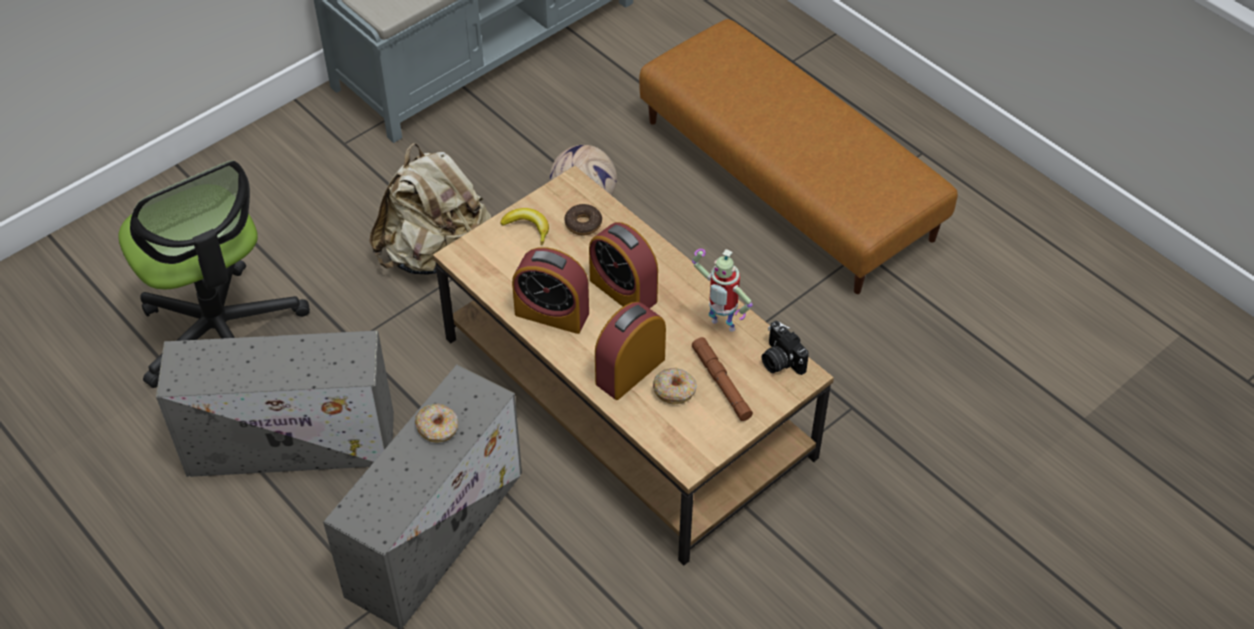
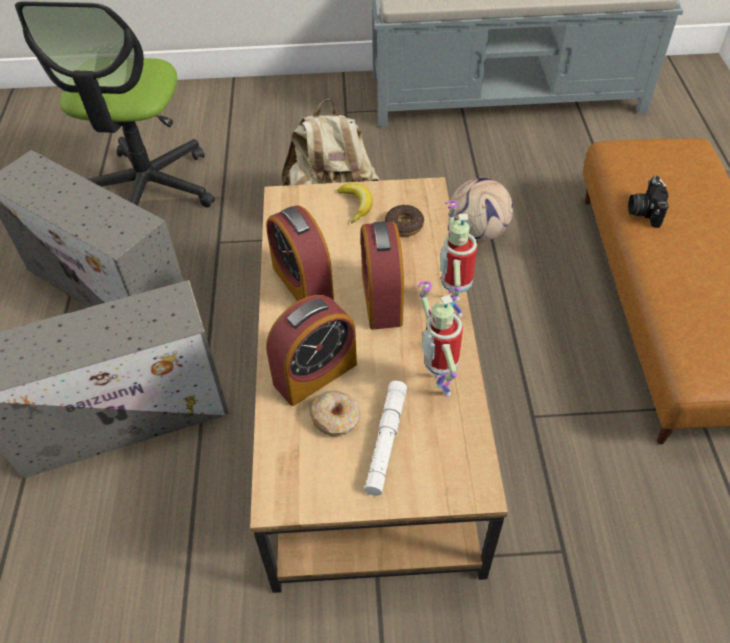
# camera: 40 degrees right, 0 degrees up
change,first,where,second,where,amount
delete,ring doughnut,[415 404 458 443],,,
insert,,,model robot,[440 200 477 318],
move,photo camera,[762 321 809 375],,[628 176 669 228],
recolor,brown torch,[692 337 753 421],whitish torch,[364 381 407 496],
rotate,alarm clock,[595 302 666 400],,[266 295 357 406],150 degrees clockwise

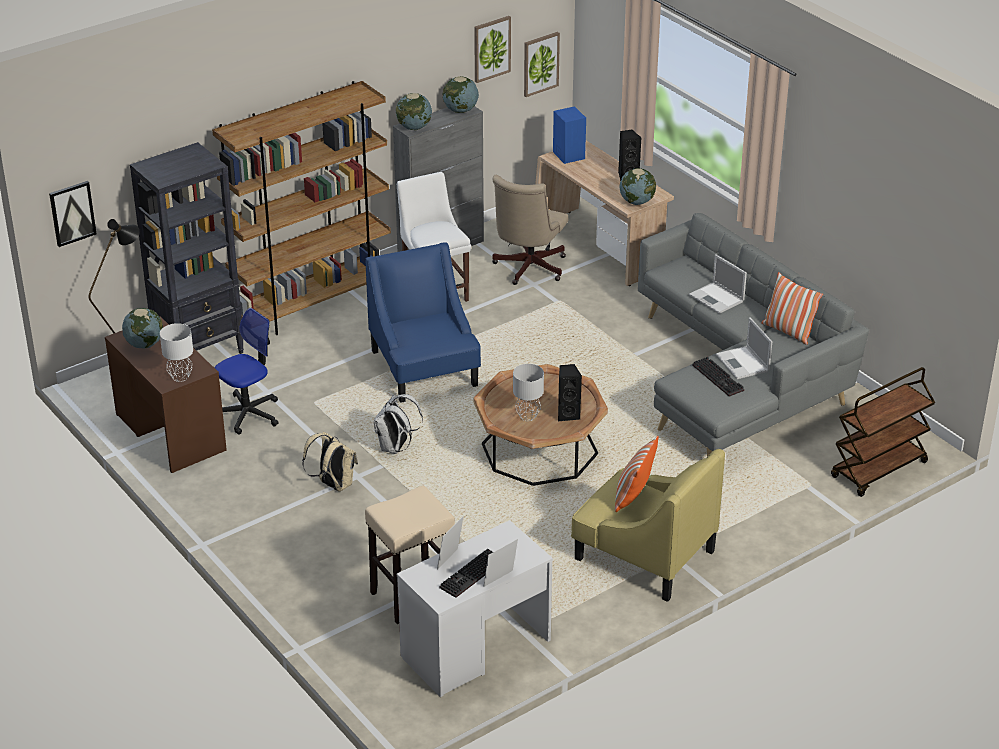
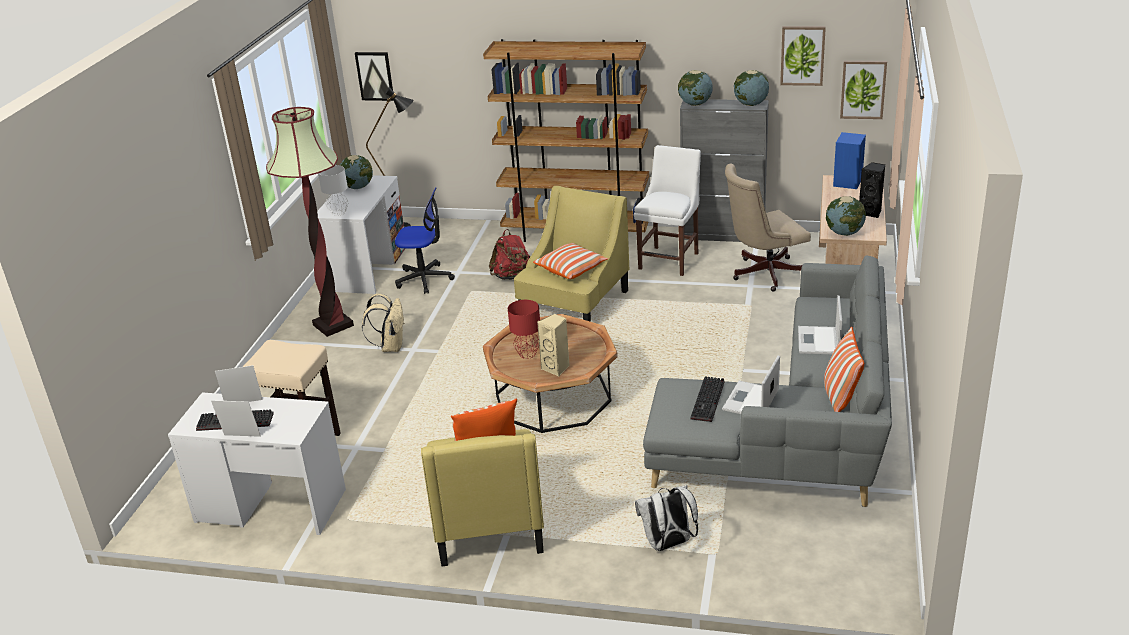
# camera: 50 degrees right, 5 degrees down
change,first,where,second,where,amount
delete,blackish bookcase,[130 142 244 354],,,
delete,brown wheeled cart,[831 367 935 497],,,
insert,,,standard lamp,[266 107 354 337],
insert,,,reddish backpack,[489 229 531 280],
insert,,,cushion,[533 243 608 279],
move,whitish backpack,[374 394 423 454],,[635 485 698 551],
recolor,brown desk,[105 316 227 473],whitish desk,[317 175 406 294],
recolor,bluish lounge chair,[365 242 481 403],yellow-coloured lounge chair,[514 186 629 322],
recolor,gray tabletop lamp,[513 364 544 421],reddish tabletop lamp,[508 300 540 359],
recolor,blackish loudspeaker,[558 364 582 421],beige loudspeaker,[537 314 570 377],

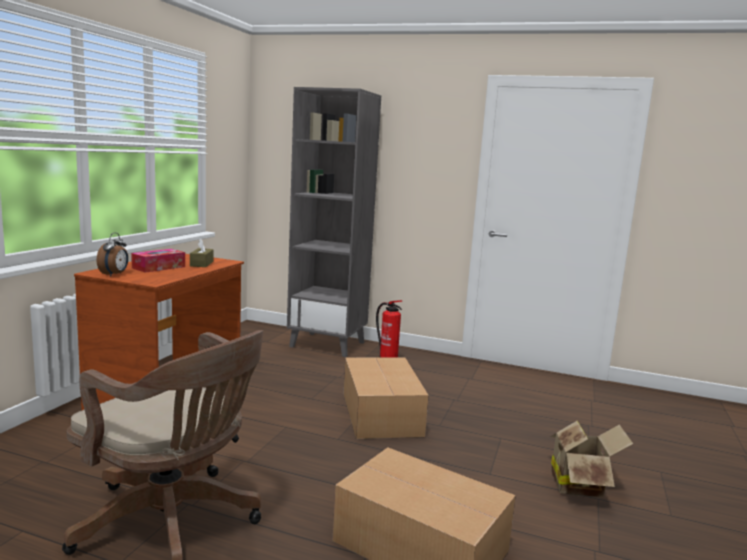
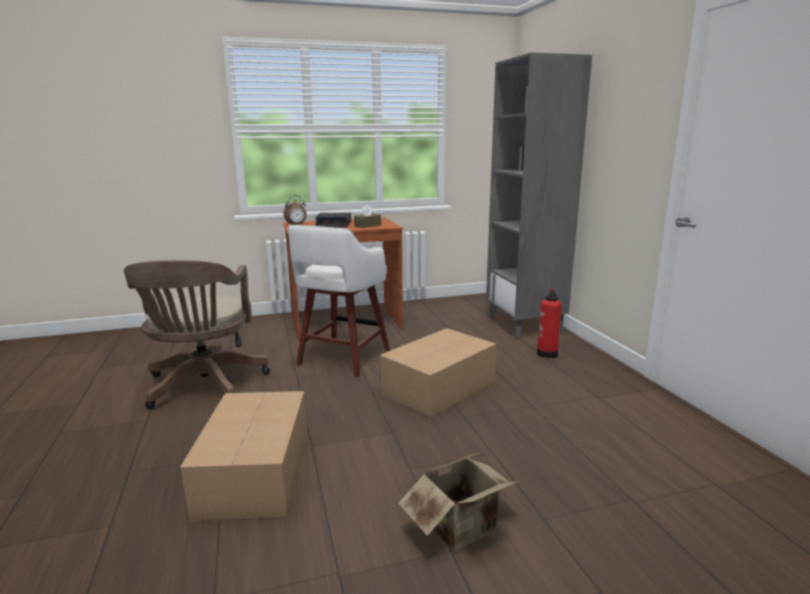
# camera: 55 degrees right, 5 degrees up
change,first,where,second,where,amount
insert,,,whitish stool,[288 225 390 377],
replace,tissue holder,[131 249 185 273],alarm clock,[316 212 351 227],

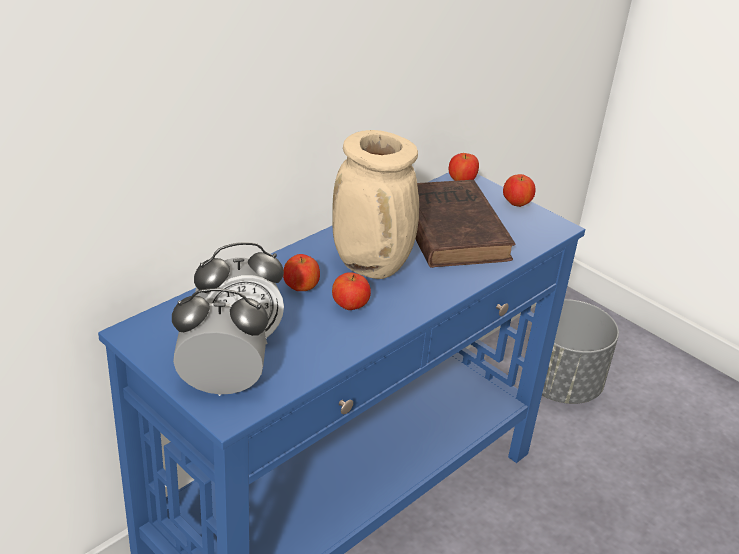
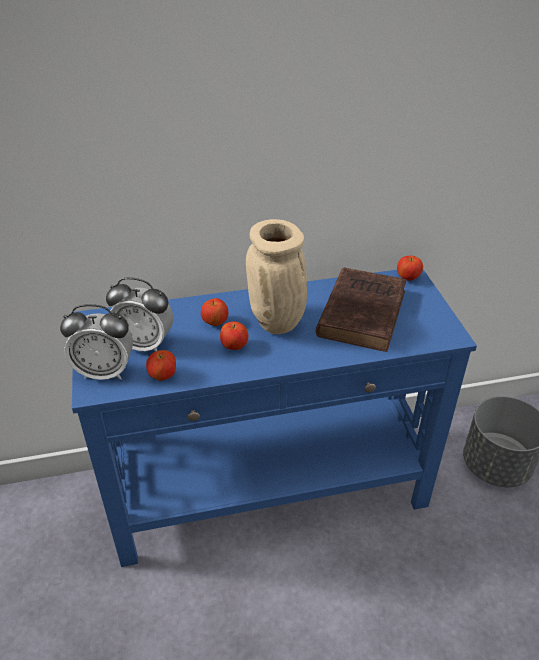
# camera: 35 degrees right, 5 degrees up
change,first,where,second,where,amount
move,apple fruit,[503 174 536 207],,[146 350 176 381],
rotate,alarm clock,[172 288 268 396],,[60 304 133 380],150 degrees clockwise

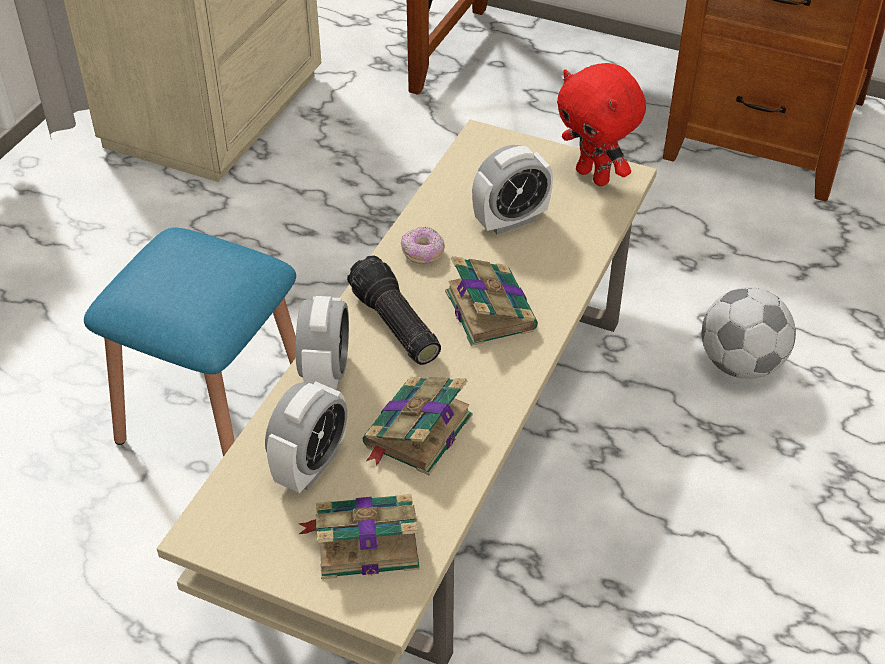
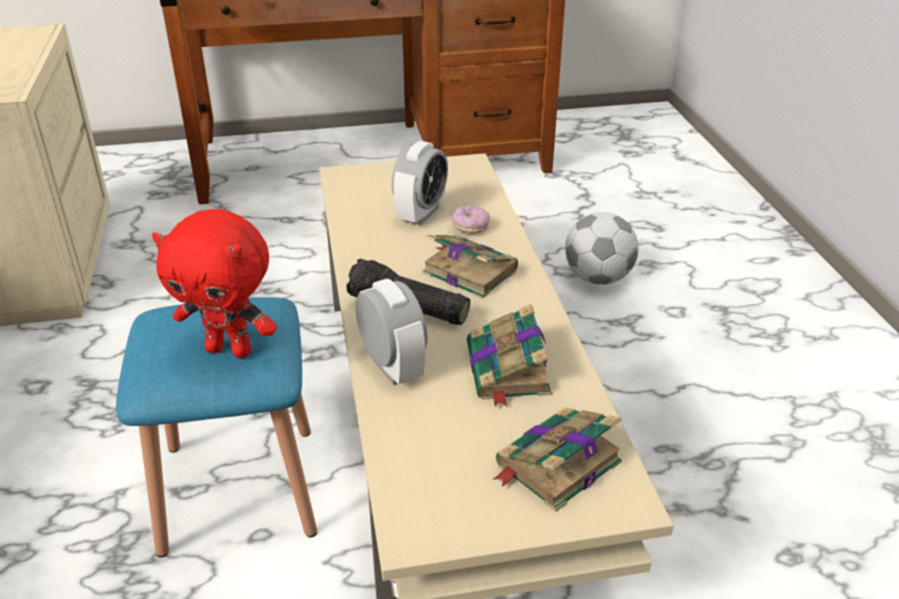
# camera: 35 degrees left, 10 degrees down
change,first,where,second,where,amount
delete,alarm clock,[265 381 347 493],,,
move,ring doughnut,[401 227 445 264],,[451 205 490 234],
move,reddish plush toy,[557 63 646 186],,[152 209 277 358],

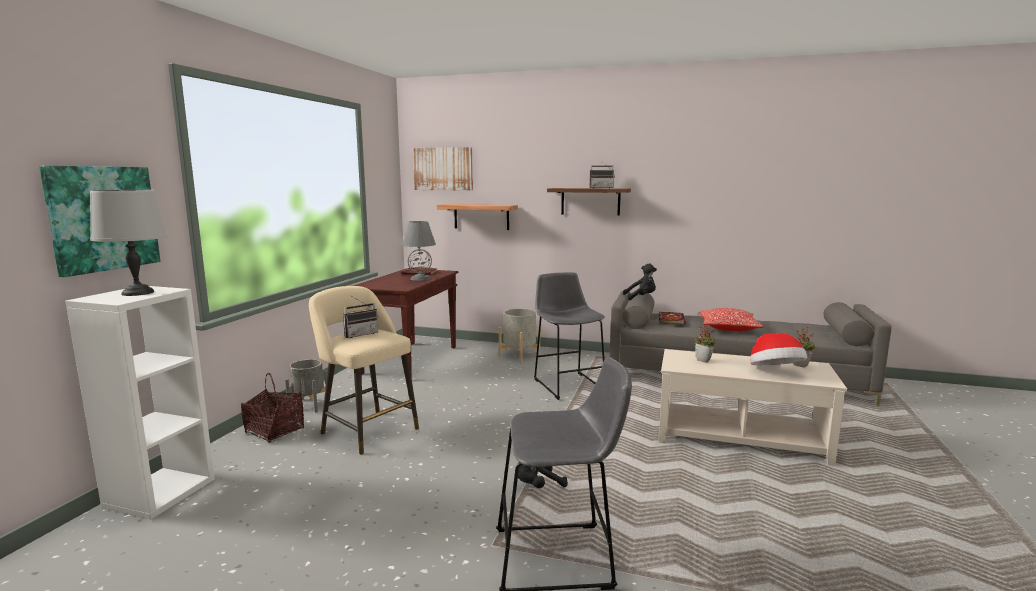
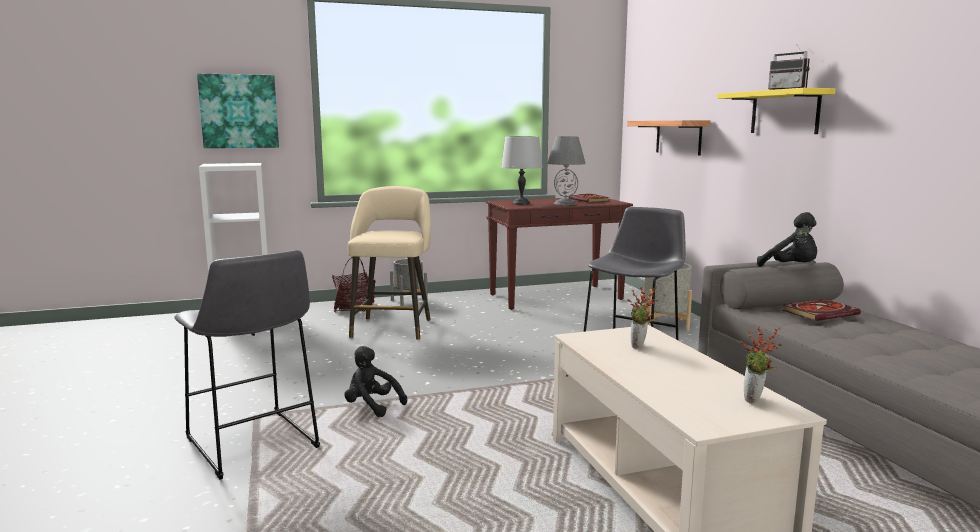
# camera: 55 degrees right, 0 degrees up
change,first,where,second,where,amount
delete,radio,[343 296 378 338],,,
delete,wall art,[413 147 473 191],,,
delete,cushion,[699 308 763 331],,,
delete,hat,[750 333 807 365],,,
move,gray tabletop lamp,[90 190 168 296],,[501 136 543 205],
recolor,brown bracket shelf,[547 188 631 216],yellow-coloured bracket shelf,[717 88 835 134],

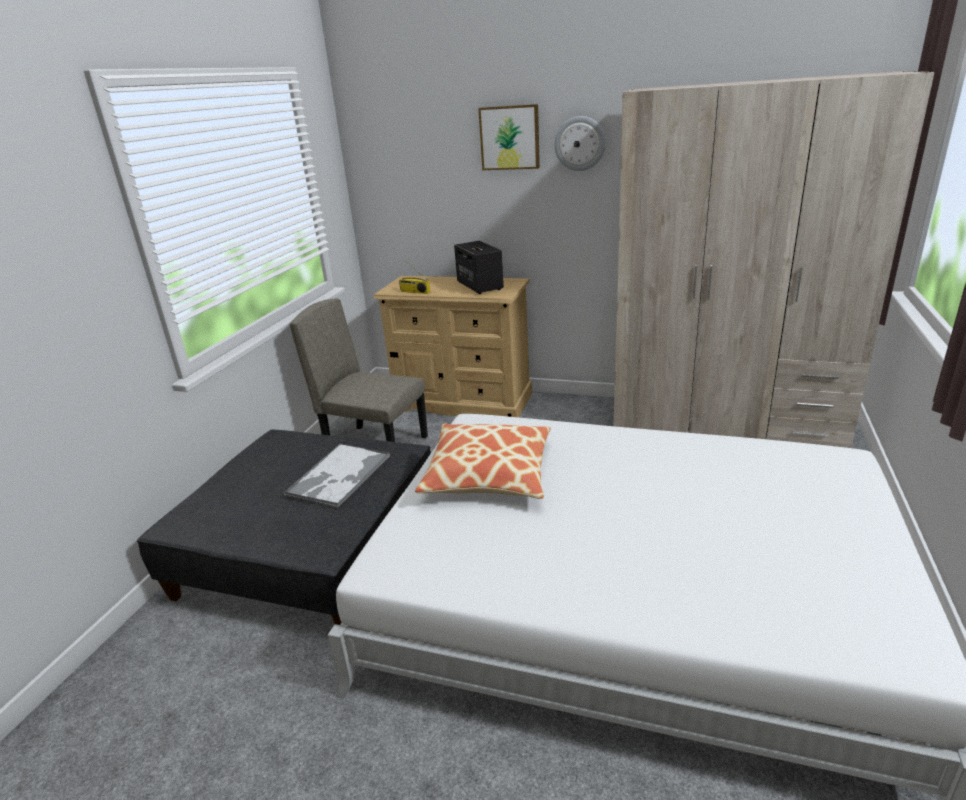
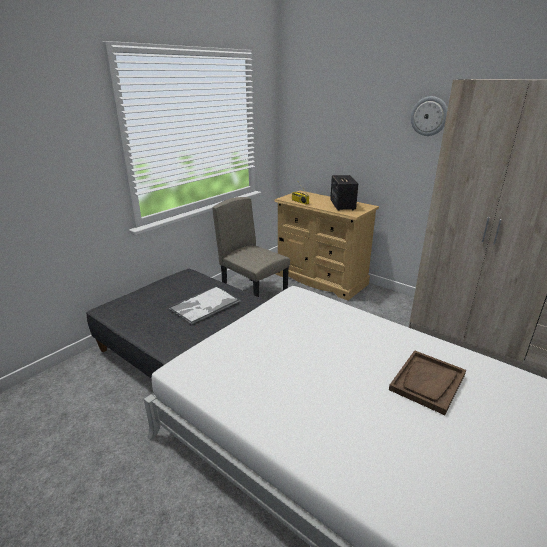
# camera: 20 degrees right, 0 degrees up
change,first,where,second,where,amount
delete,cushion,[415 424 551 499],,,
delete,wall art,[478 104 540 170],,,
insert,,,brown serving tray,[389 350 466 415],

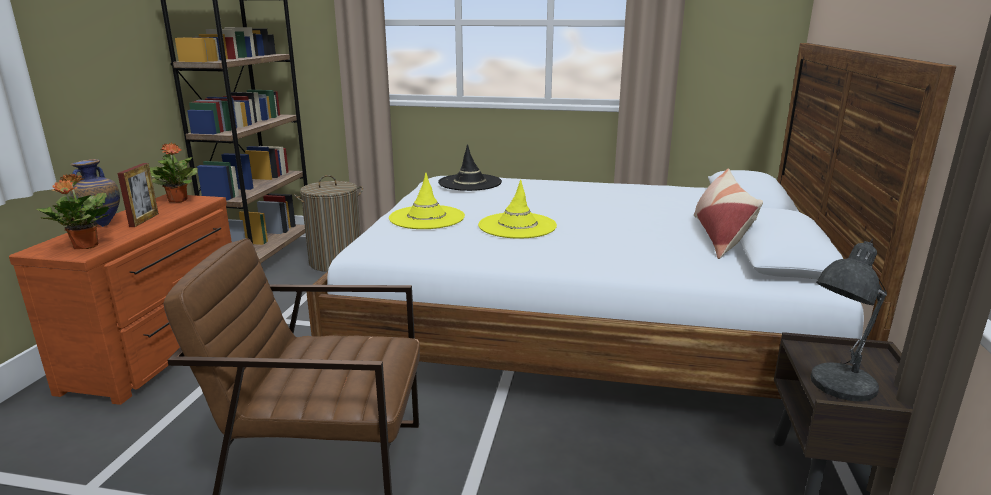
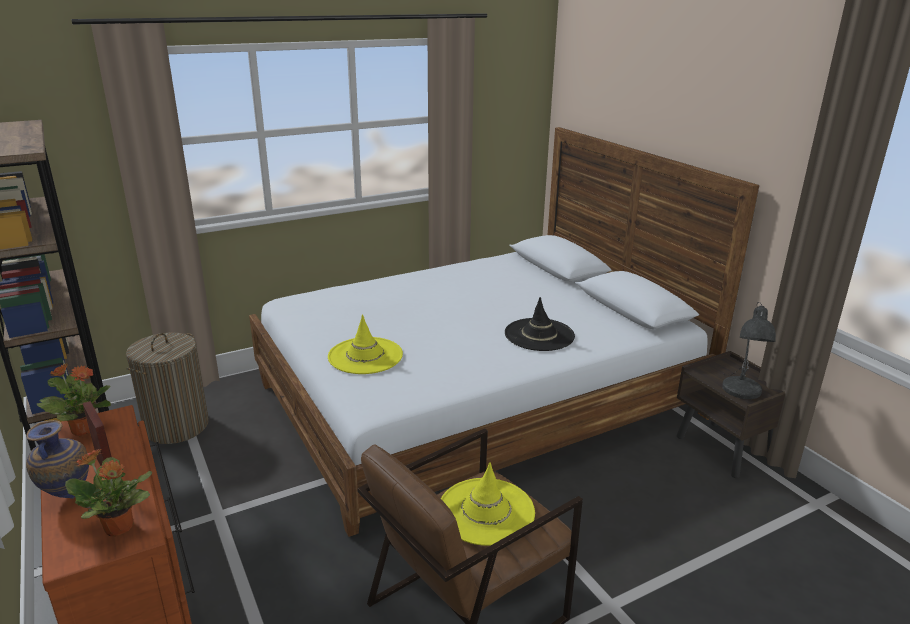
# camera: 40 degrees left, 5 degrees up
change,first,where,second,where,amount
delete,cushion,[694 169 763 259],,,
move,blackish hat,[438 144 502 191],,[505 297 575 351],
move,yellow-coloured hat,[478 180 557 239],,[441 462 535 546],

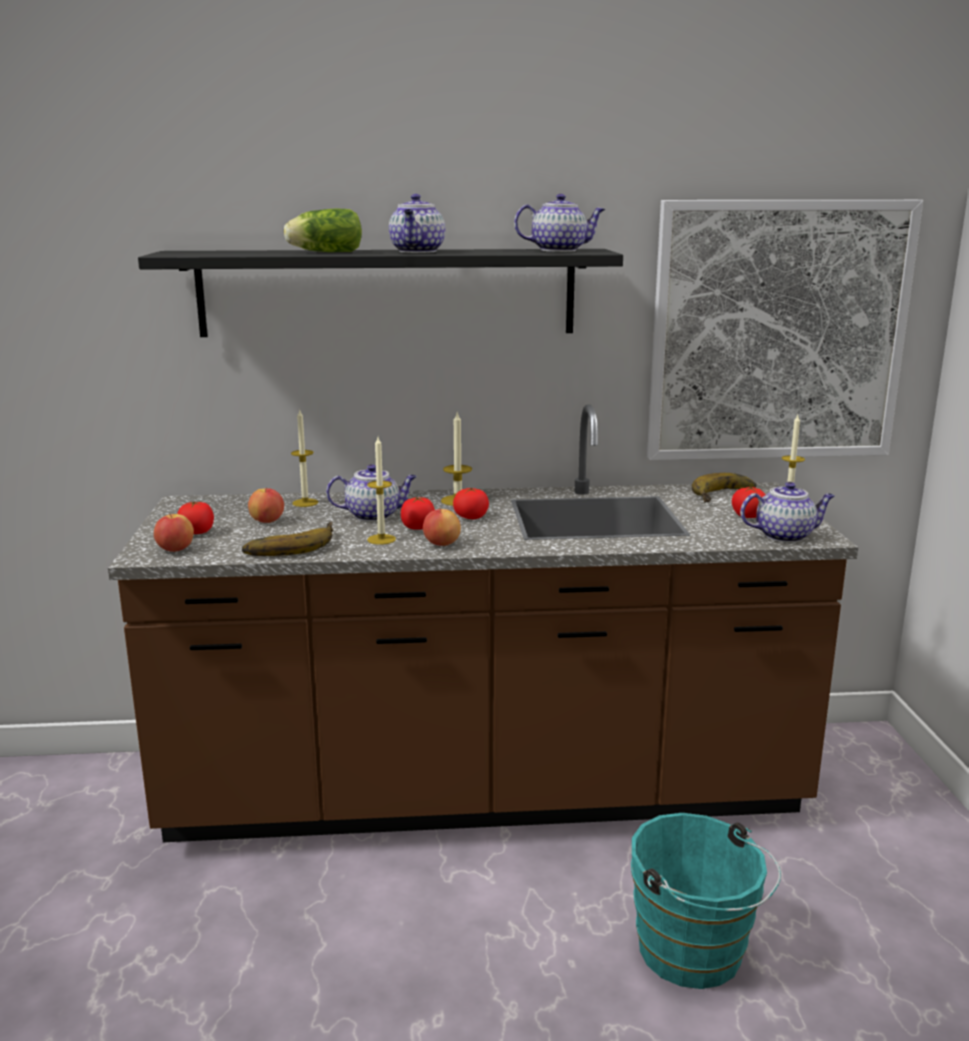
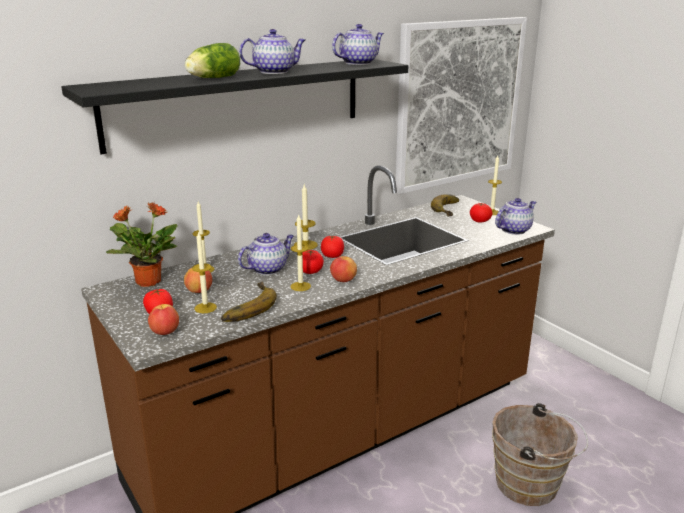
# camera: 30 degrees left, 5 degrees up
change,first,where,second,where,amount
insert,,,plant in a pot,[105 202 178 287],
insert,,,candle,[192 231 217 313],
recolor,turquoise-coloured water bucket,[631 813 781 989],brown water bucket,[492 403 588 506],
rotate,pot for tea,[389 194 445 253],,[239 29 305 74],90 degrees counterclockwise

